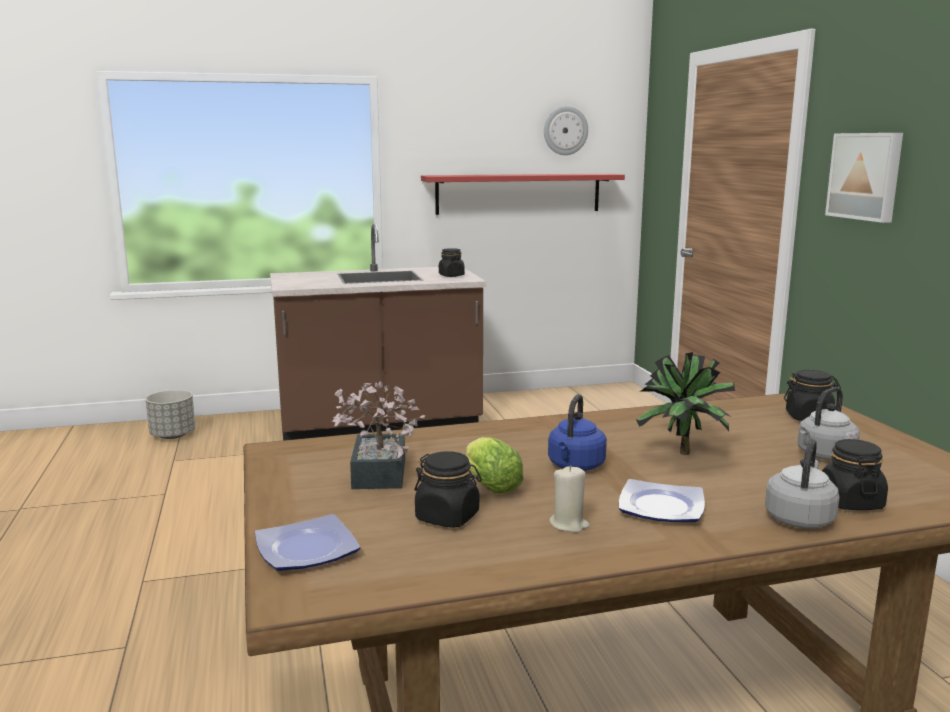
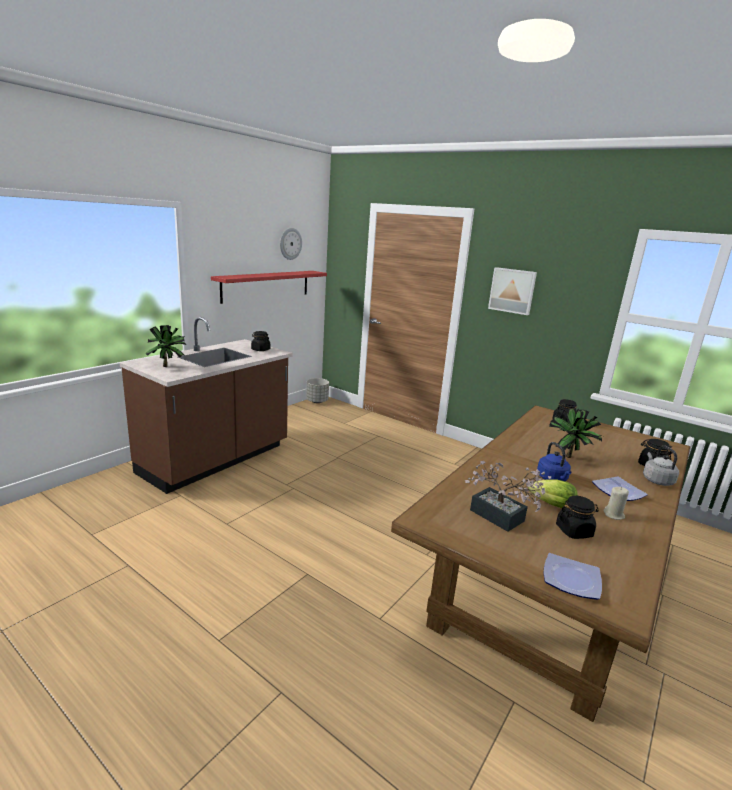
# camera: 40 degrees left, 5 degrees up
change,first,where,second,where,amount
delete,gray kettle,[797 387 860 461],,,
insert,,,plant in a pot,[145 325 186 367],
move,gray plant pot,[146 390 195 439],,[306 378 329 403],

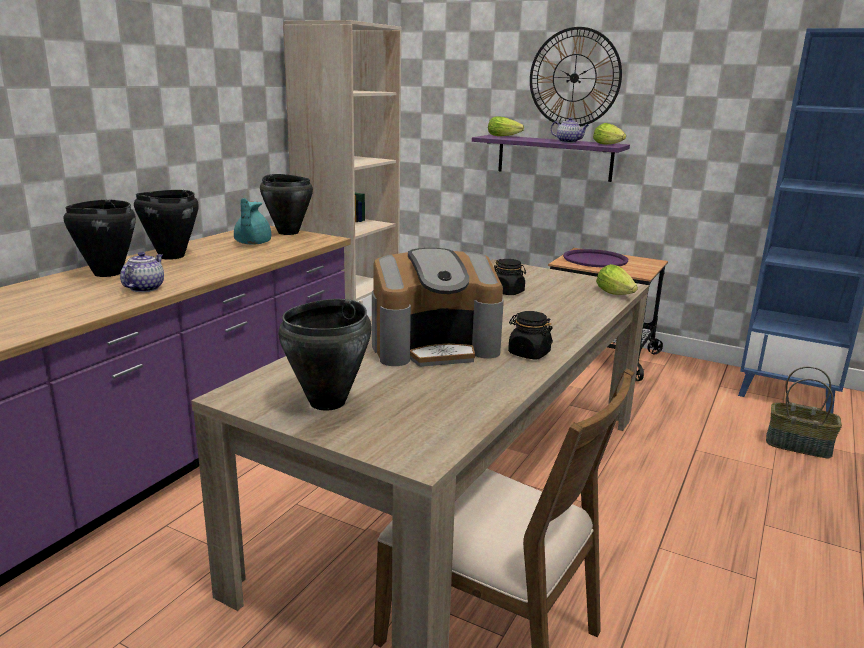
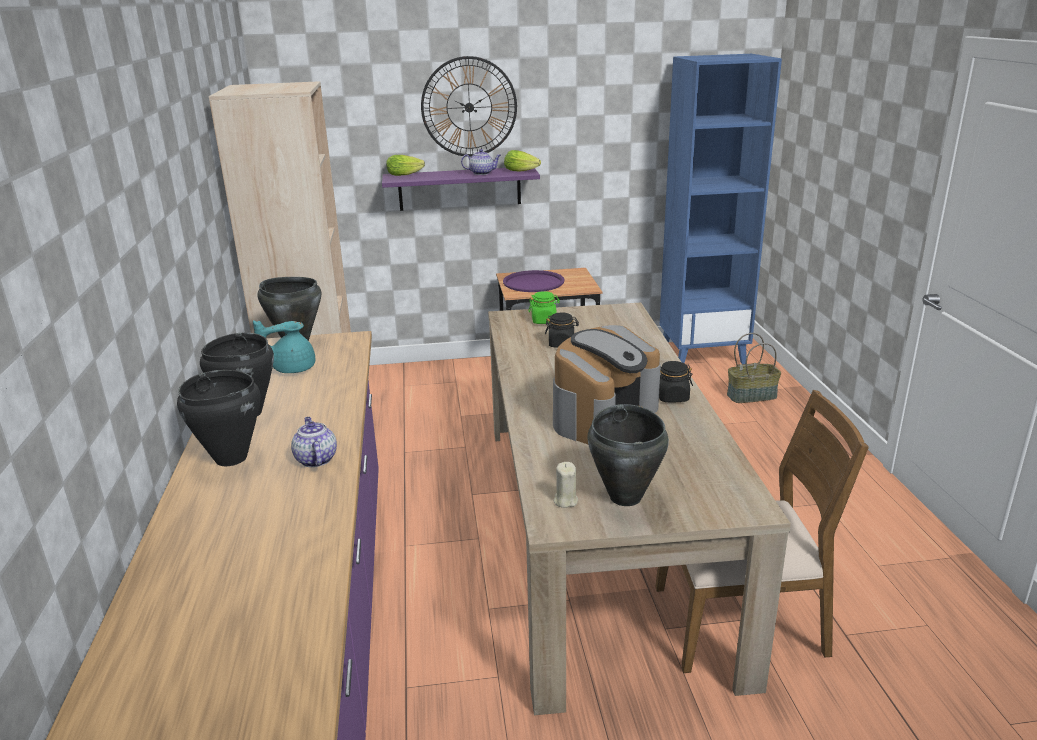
# camera: 35 degrees left, 5 degrees up
change,first,where,second,where,amount
delete,head of lettuce,[596 264 638 295],,,
insert,,,green preserve jar,[528 291 560 324],
insert,,,beige candle,[553 462 578 508],
rotate,turquoise-coloured pot for tea,[234 198 271 245],,[253 320 315 373],105 degrees clockwise

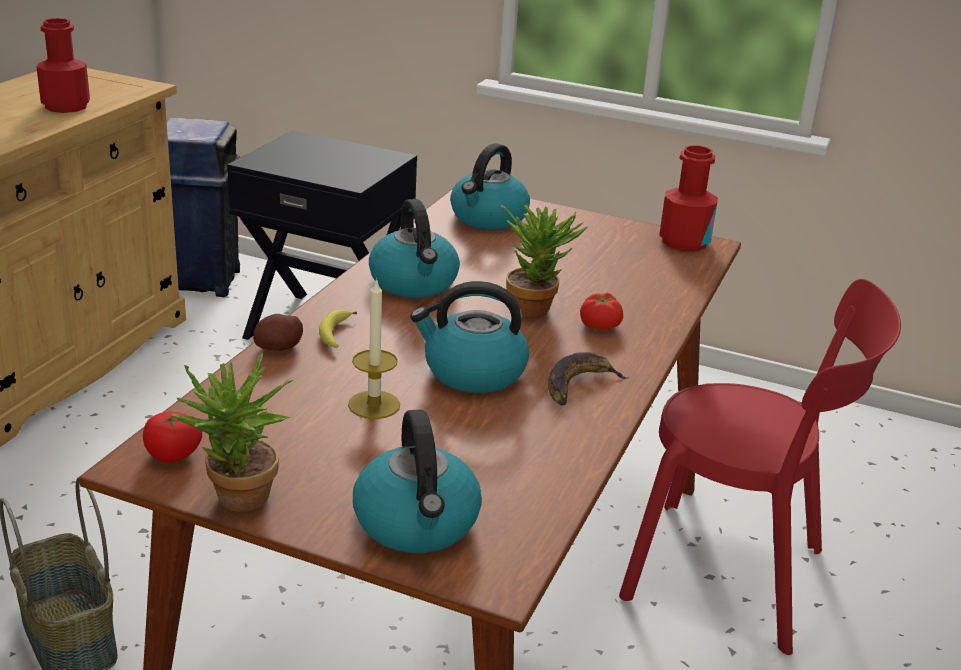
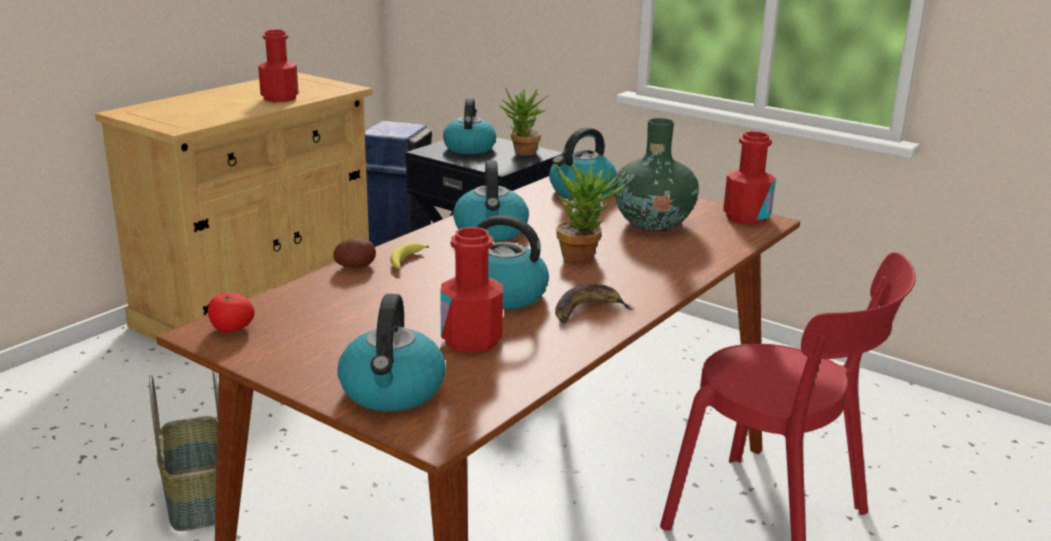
# camera: 15 degrees right, 5 degrees down
change,first,where,second,where,amount
delete,candle,[348 278 400 419],,,
delete,tomato,[580 293 623 330],,,
insert,,,reddish drink bottle,[440 227 503 353],
insert,,,kettle,[443 98 496 154],
insert,,,green decorative vase,[613 118 699 232],
move,plant in a pot,[171 352 295 512],,[499 88 548 156],

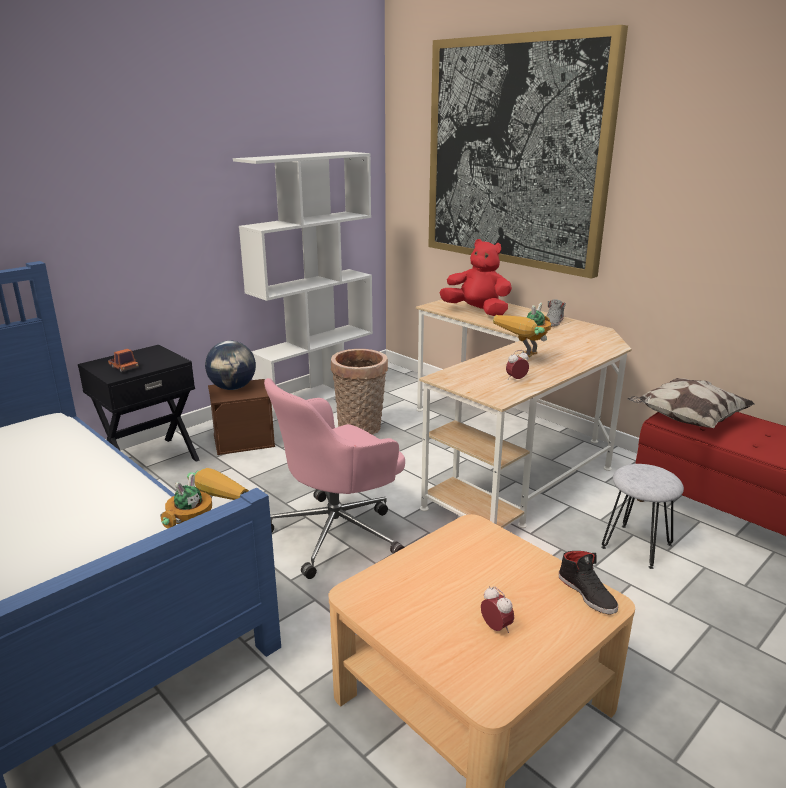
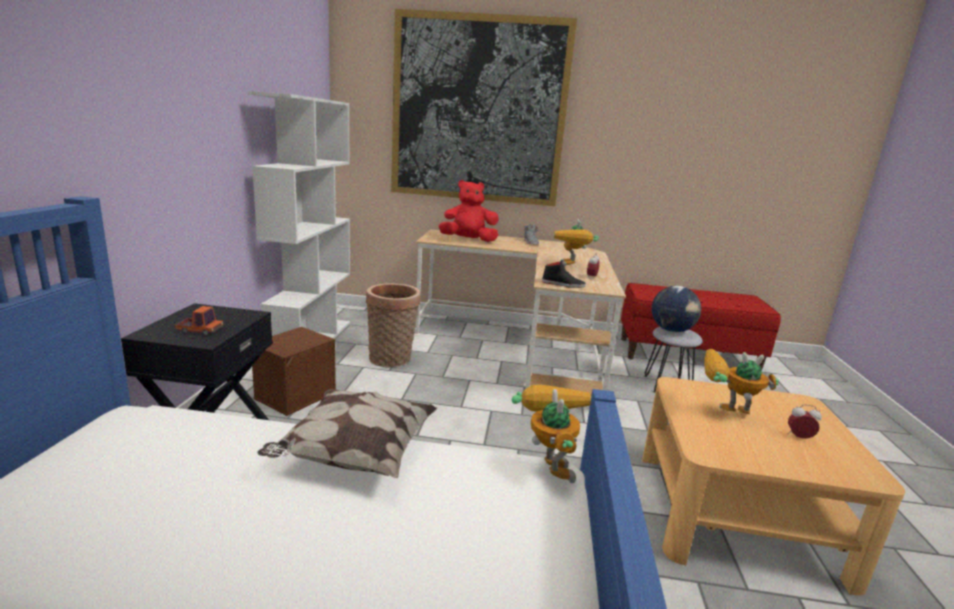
# camera: 40 degrees left, 5 degrees down
change,first,where,second,where,amount
delete,pinkish office chair,[264 378 405 579],,,
insert,,,model robot,[704 349 779 414],
move,desk globe,[205 341 256 390],,[651 286 701 332],
move,blackish item of footwear,[559 551 618 614],,[542 260 586 288],
move,cushion,[627 378 755 428],,[257 389 437 478],

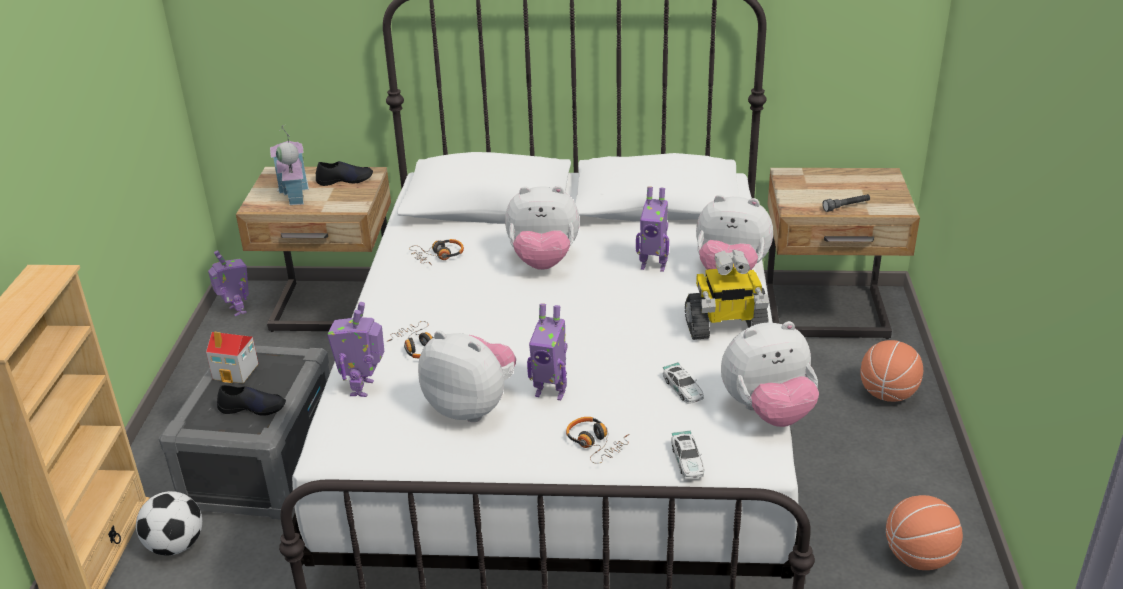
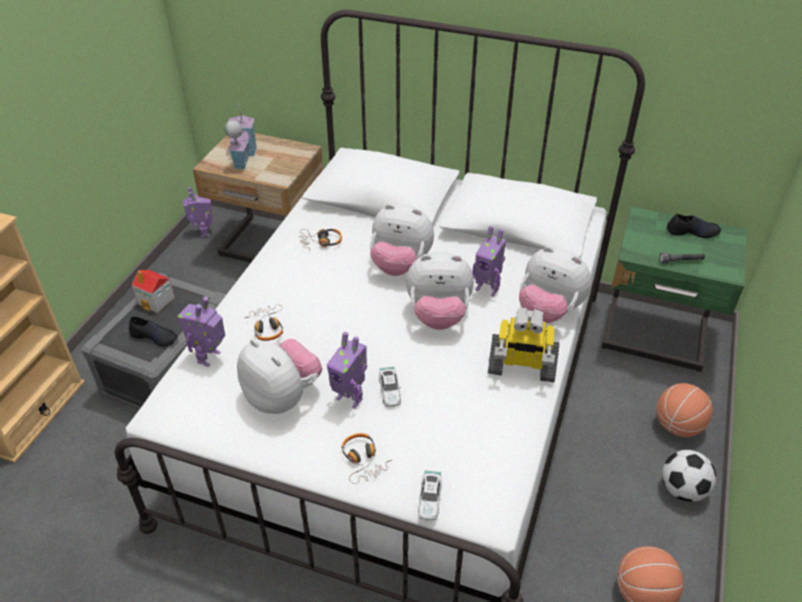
# camera: 15 degrees right, 10 degrees up
change,first,where,second,where,amount
move,football ball,[136 491 202 555],,[662 450 716 502],
move,blackish item of footwear,[316 161 373 186],,[667 214 721 238],
move,model car,[663 362 704 404],,[379 367 401 407],
move,plush toy,[721 321 819 427],,[406 252 474 330],
recolor,beige nightstand,[766 168 920 339],green nightstand,[602 207 747 372],

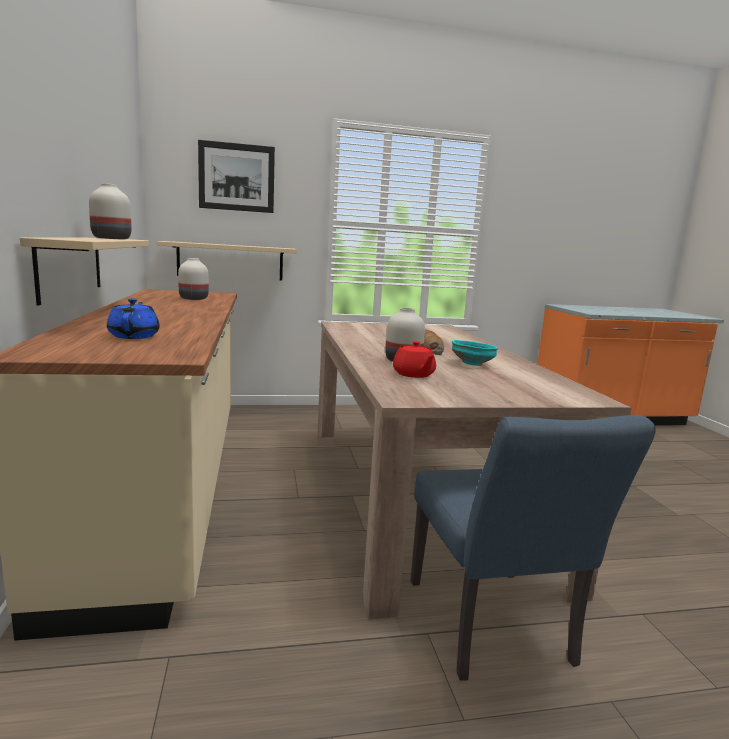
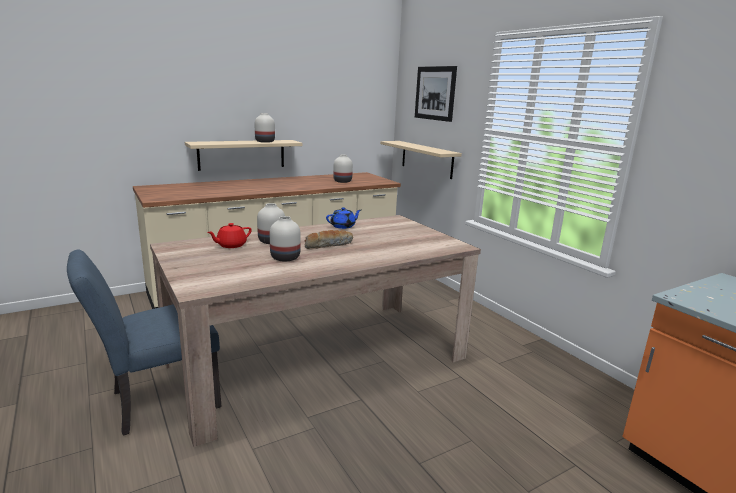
# camera: 70 degrees right, 5 degrees up
change,first,where,second,where,amount
move,bluish pot for tea,[107 299 160 339],,[326 207 361 229],
replace,turquoise-coloured serving bowl,[452 340 498 366],whitish decorative vase,[270 216 301 262],

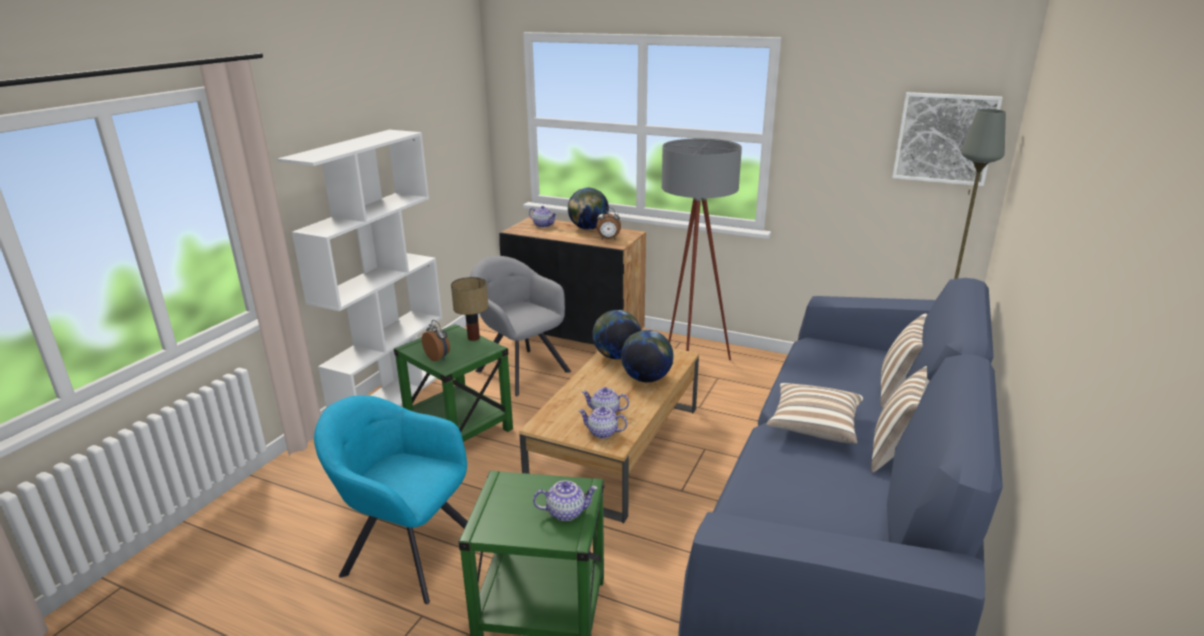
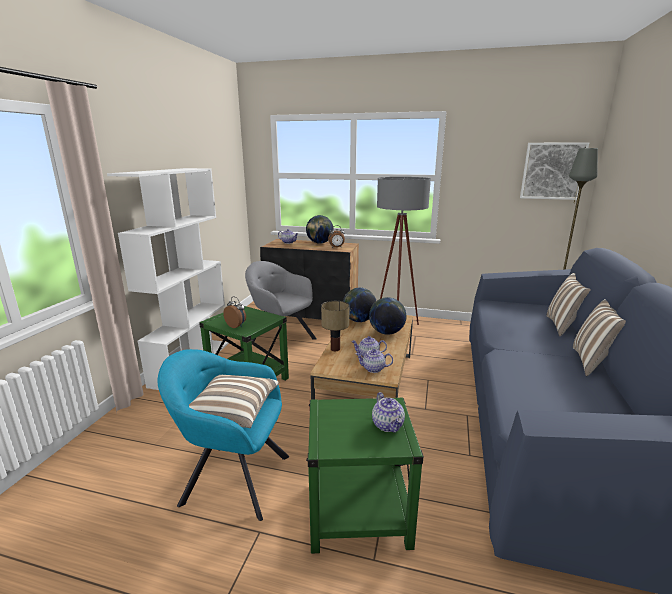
# camera: 10 degrees left, 5 degrees down
change,first,where,second,where,amount
move,tabletop lamp,[451 277 488 341],,[321 301 350 351],
move,cushion,[767 383 863 444],,[189 375 279 428],
rotate,pot for tea,[533 480 598 521],,[372 392 405 433],90 degrees clockwise

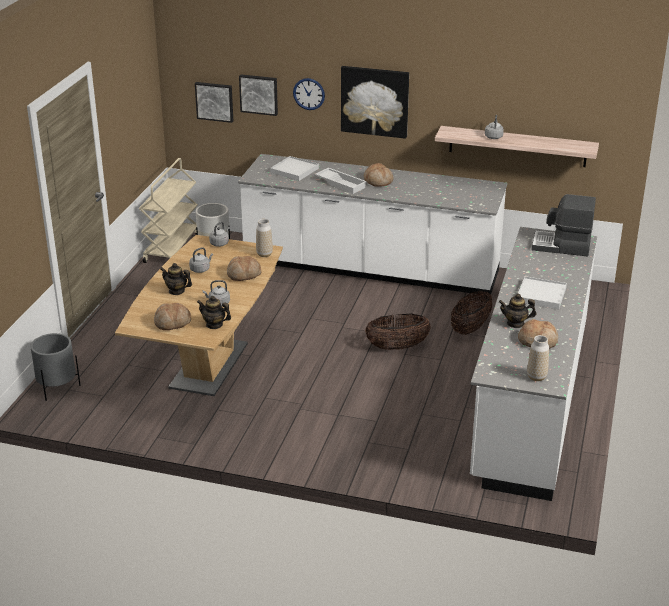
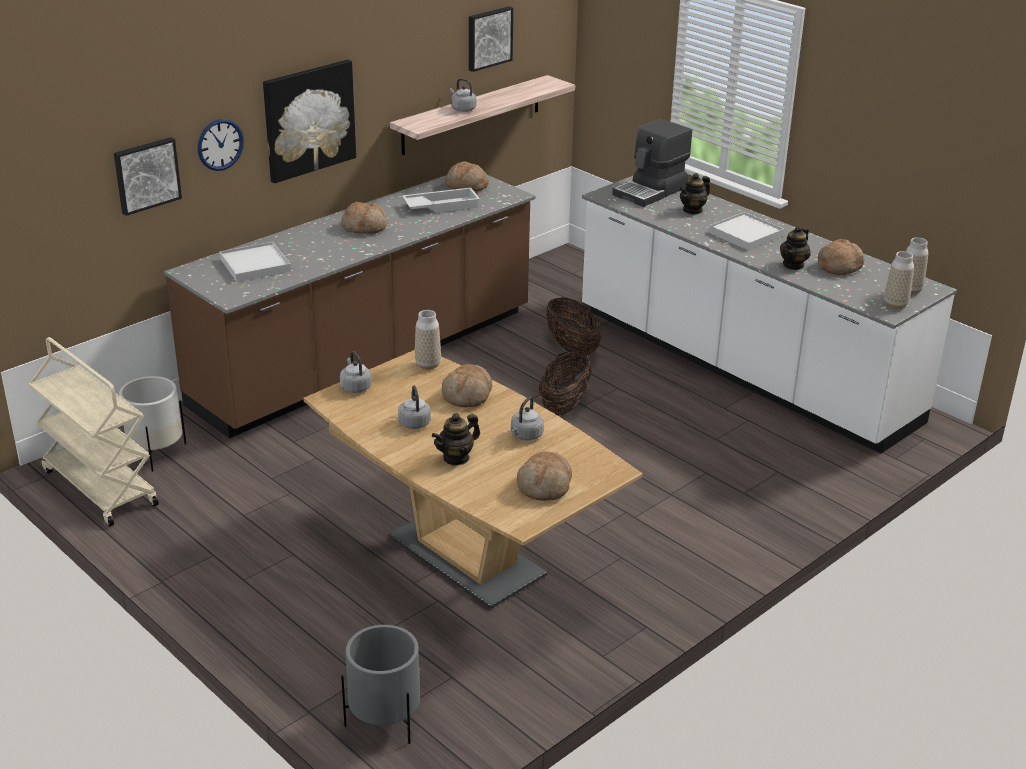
# camera: 60 degrees left, 0 degrees up
change,first,where,second,where,amount
insert,,,bakery bread,[445 161 489 191],
insert,,,decorative vase,[884 251 914 309],
move,wall art,[195 82 233 123],,[469 6 513 72],
move,pot for tea,[197 296 231 329],,[679 173 710 215],
move,whitish serving tray,[315 167 367 194],,[402 188 480 213],
recolor,whitish counter,[238 154 507 295],brown counter,[164 175 536 439],

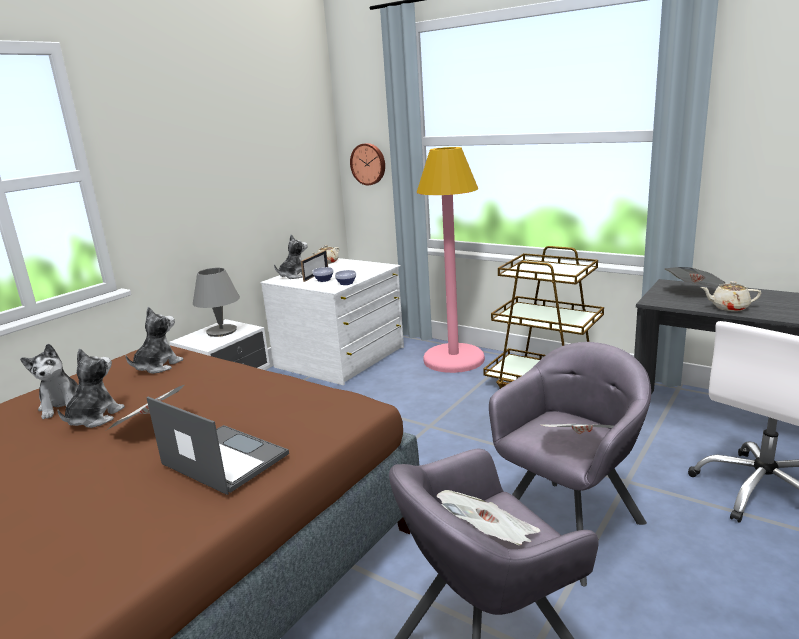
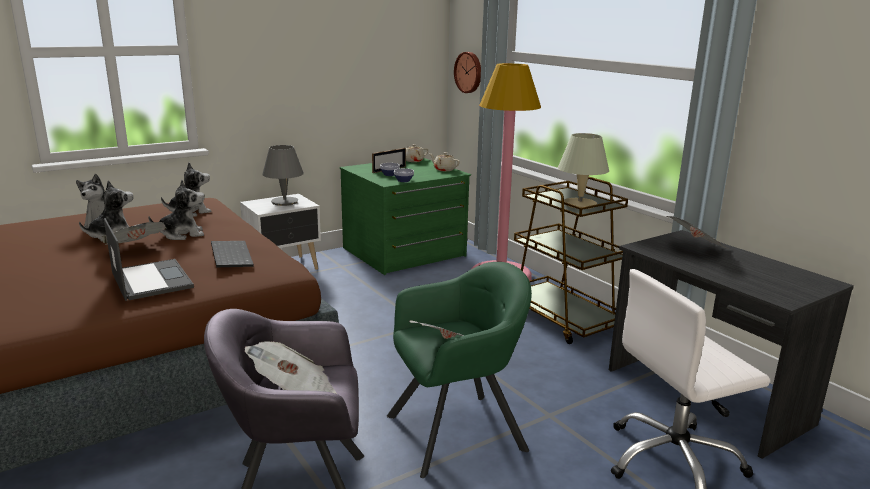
# camera: 20 degrees right, 0 degrees up
change,first,where,second,where,amount
insert,,,computer keyboard,[211 241 254 267],
insert,,,beige tabletop lamp,[558 133 609 209],
move,plush toy,[274 234 308 279],,[148 180 204 240],
move,beige pot for tea,[700 281 761 311],,[430 152 460 171],
recolor,whitish drawer chest,[260 258 404 385],green drawer chest,[339 158 471 275],
recolor,gray lounge chair,[489 342 651 587],green lounge chair,[387 262 532 478],

